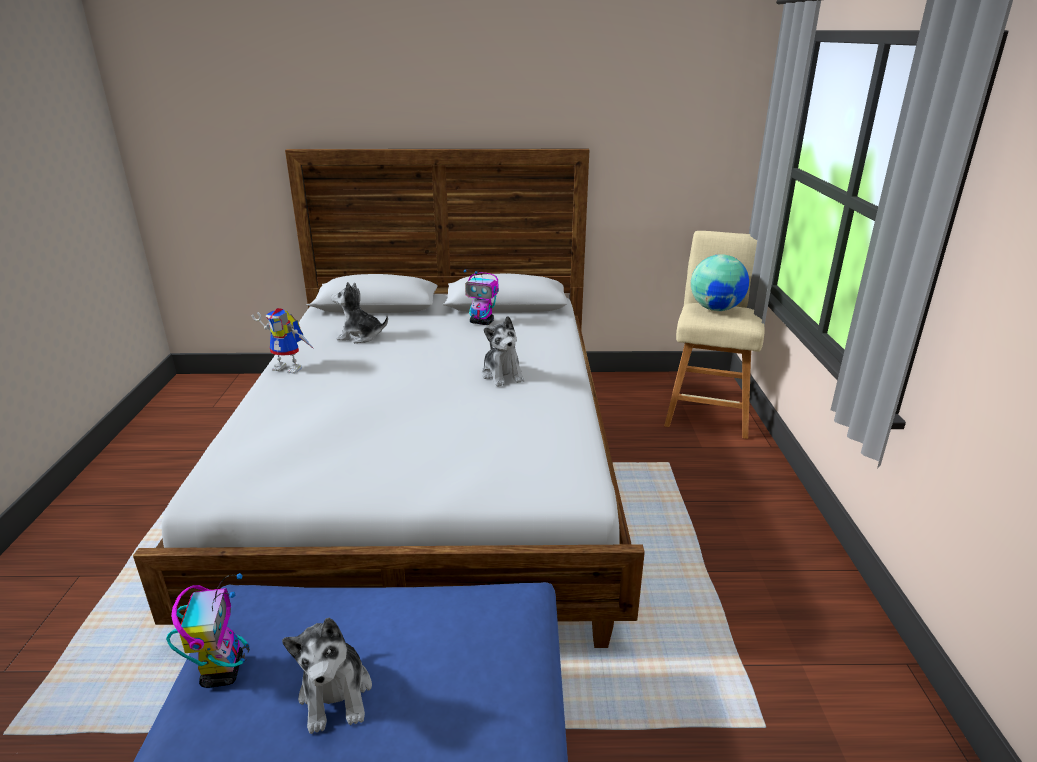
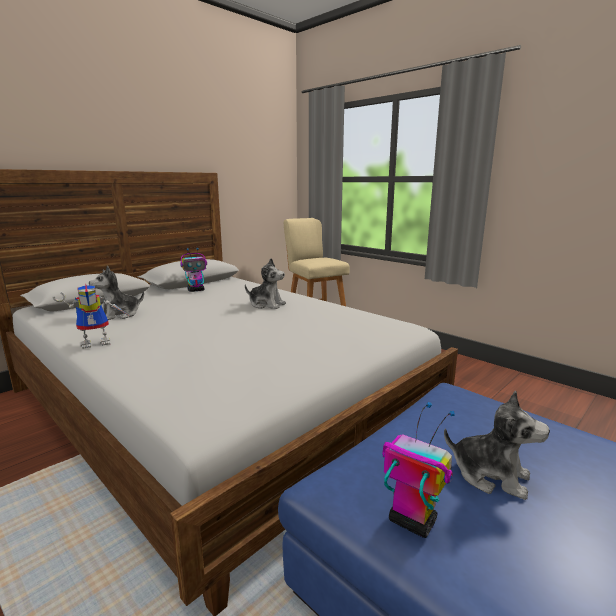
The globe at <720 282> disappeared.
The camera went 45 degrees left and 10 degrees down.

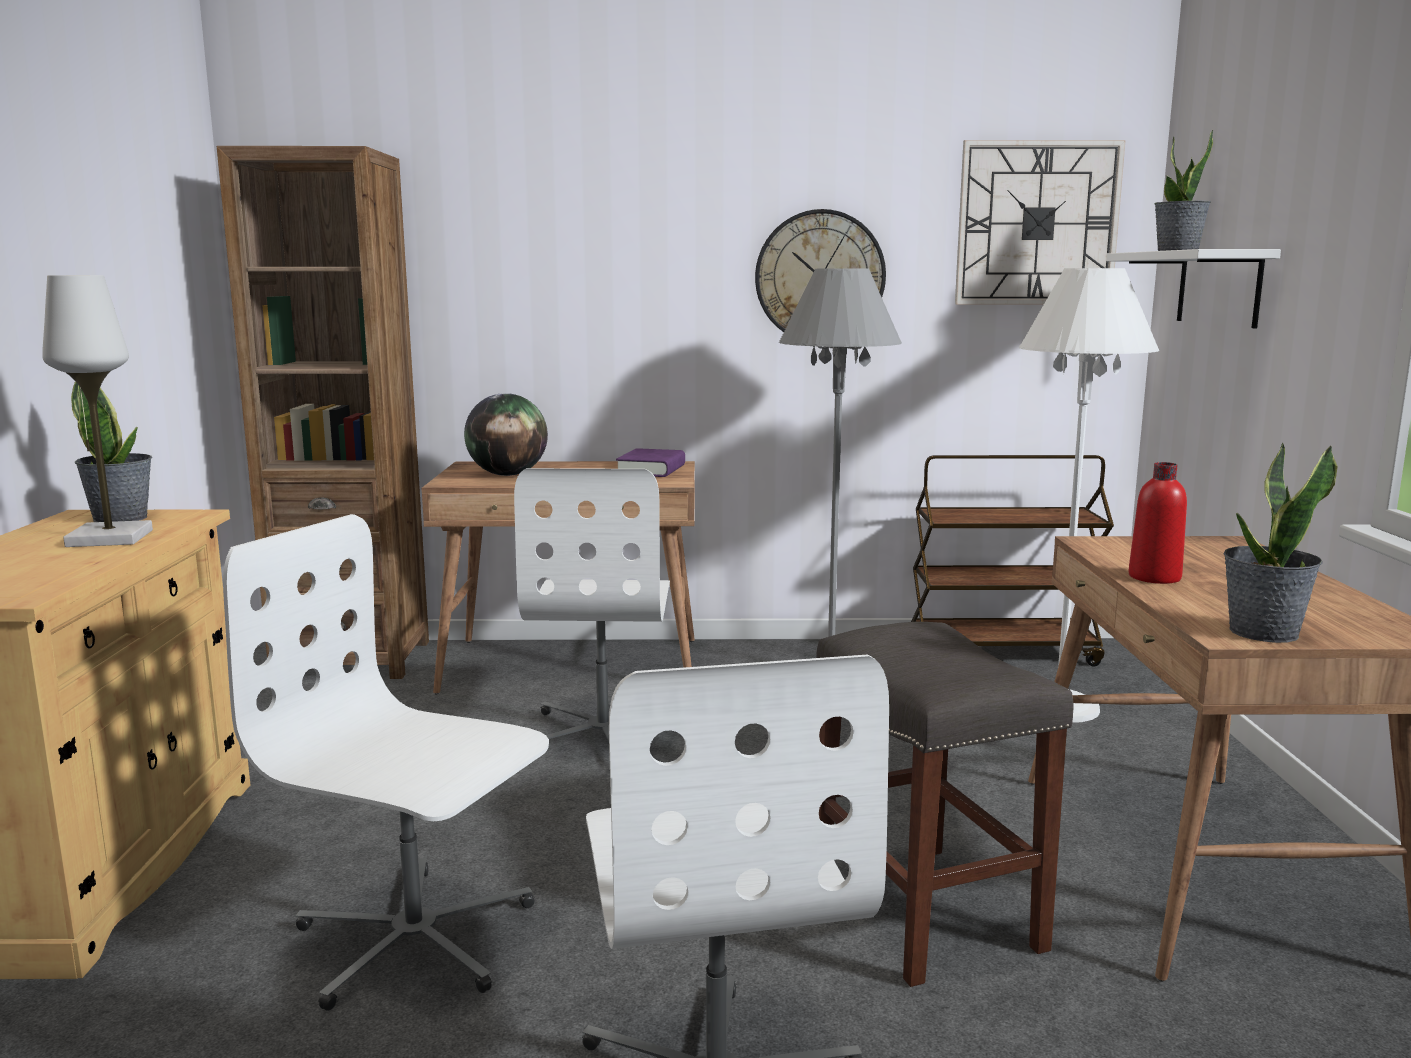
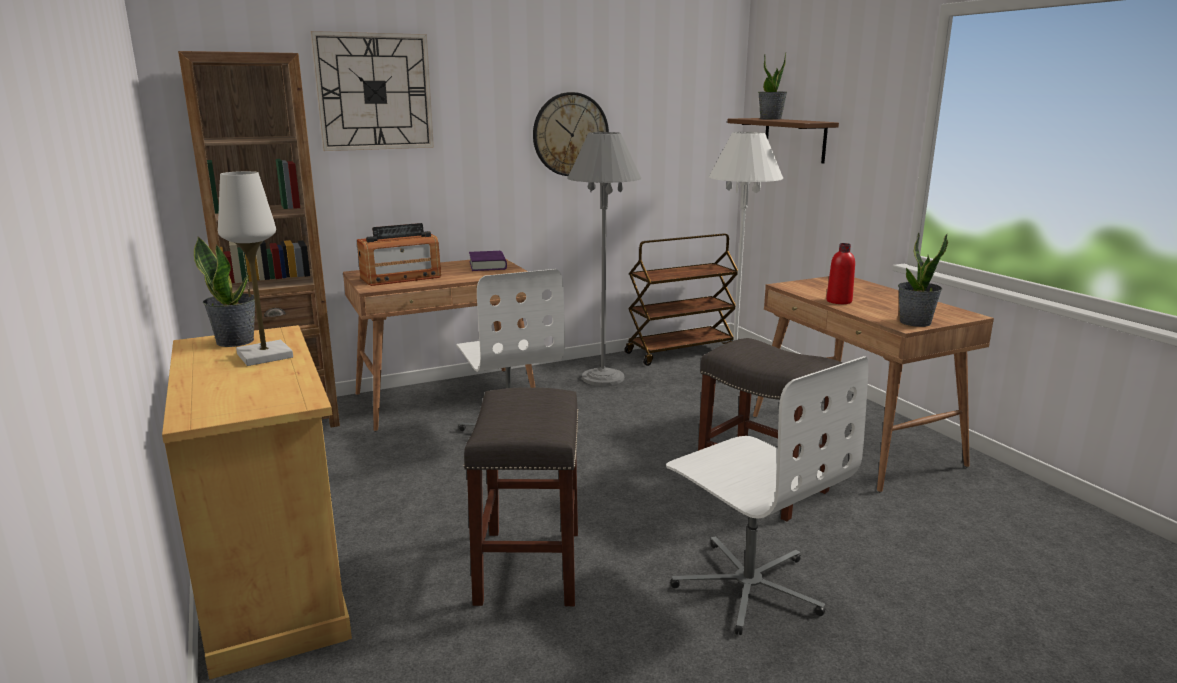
The wall clock moved from <1040 222> to <372 91>.
The white office chair at <386 762> was replaced by the grey stool at <520 497>.
The globe at <506 434> was replaced by the radio at <399 254>.
The white shelf at <1193 289> became the brown shelf at <783 141>.
The camera went 25 degrees left and 5 degrees up.

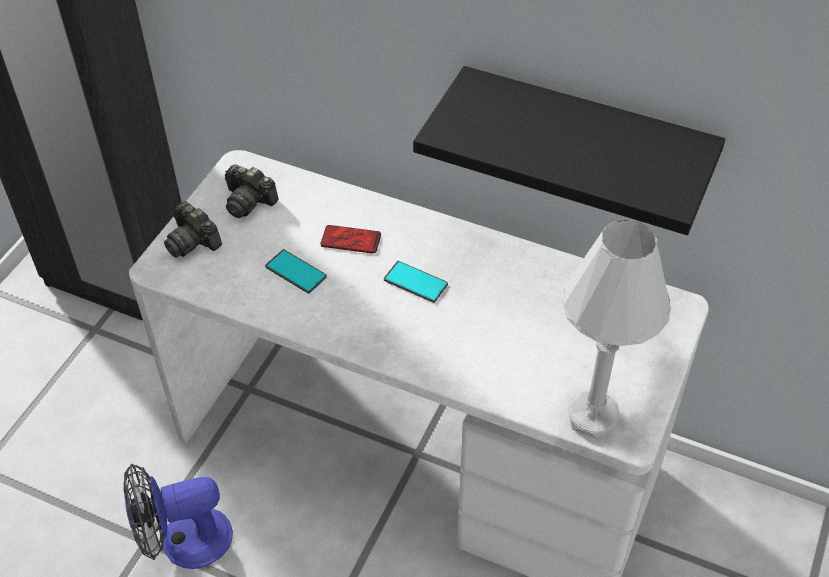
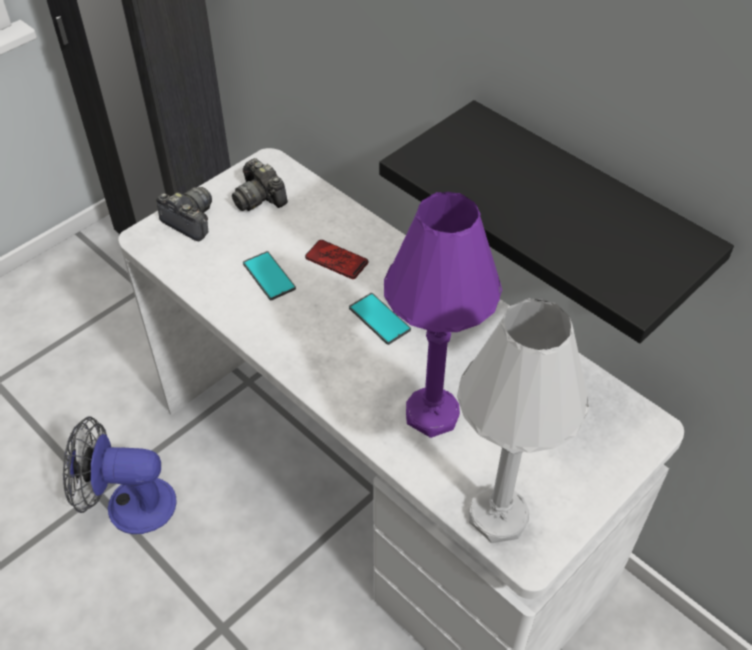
The purple table lamp at <443 315> appeared.
The photo camera at <193 229> turned 150 degrees clockwise.
The camera went 20 degrees right and 0 degrees up.

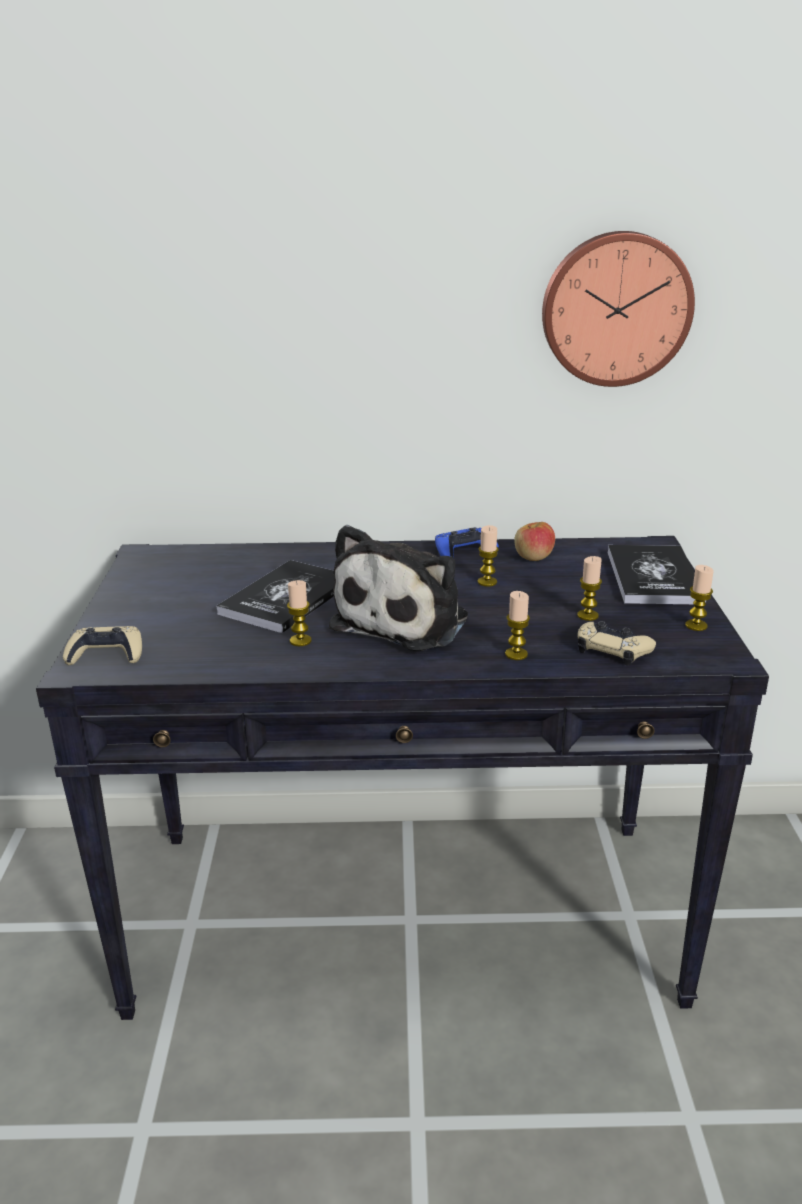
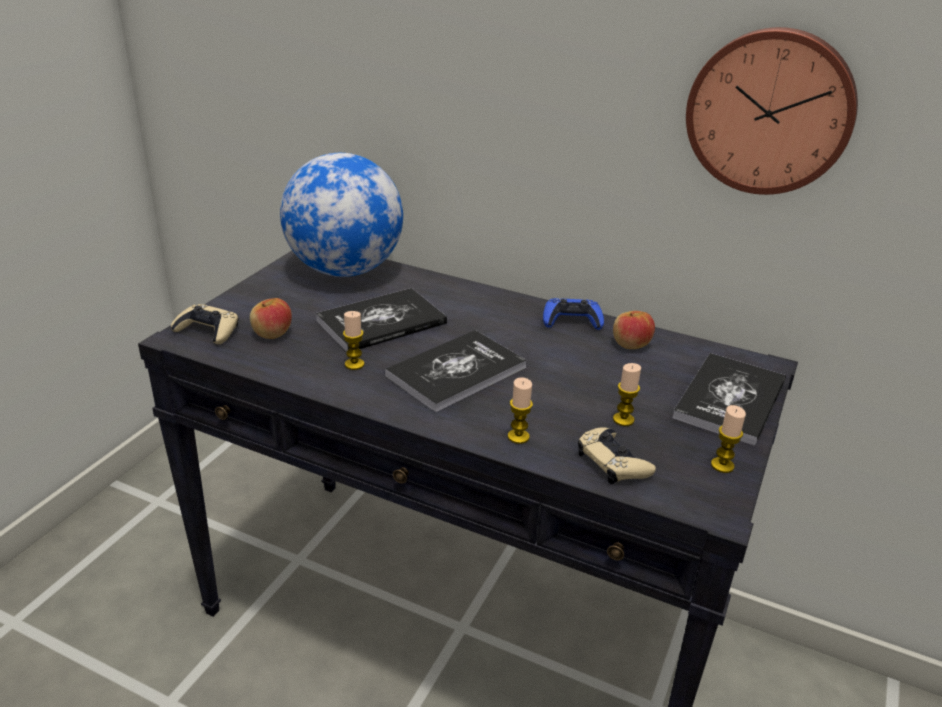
The candle at <488 556> disappeared.
The apple at <271 318> appeared.
The globe at <341 215> appeared.
The plush toy at <398 588> was replaced by the book at <456 371>.
The camera went 25 degrees right and 5 degrees up.

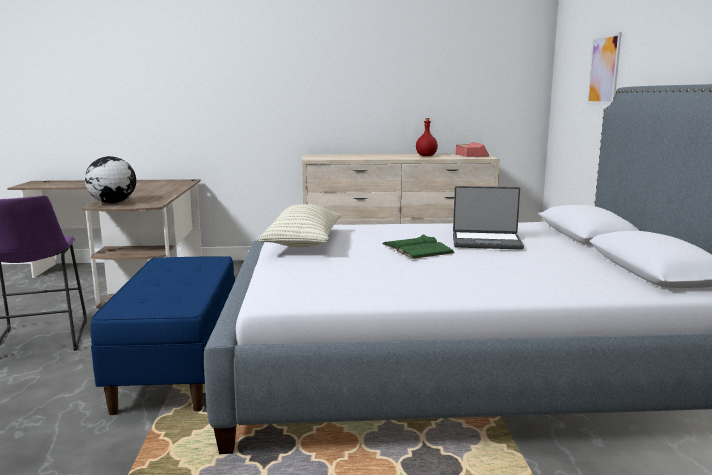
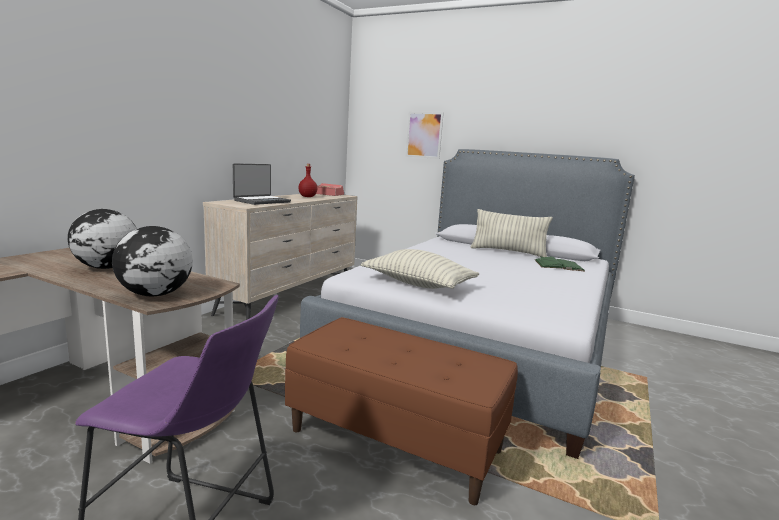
The globe at <102 239> appeared.
The pillow at <512 233> appeared.
The green book moved from <418 246> to <560 263>.
The laptop moved from <488 218> to <262 184>.
The blue bench at <162 335> became the brown bench at <401 411>.
The camera went 60 degrees left and 0 degrees up.

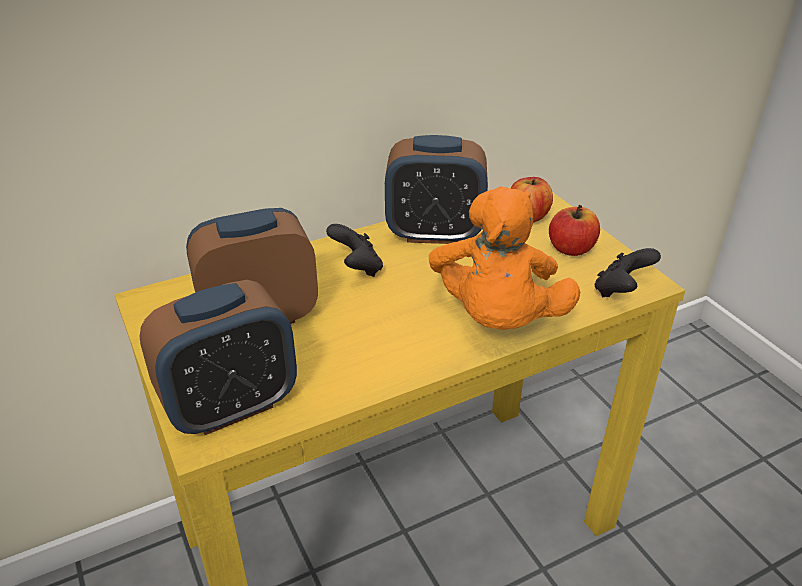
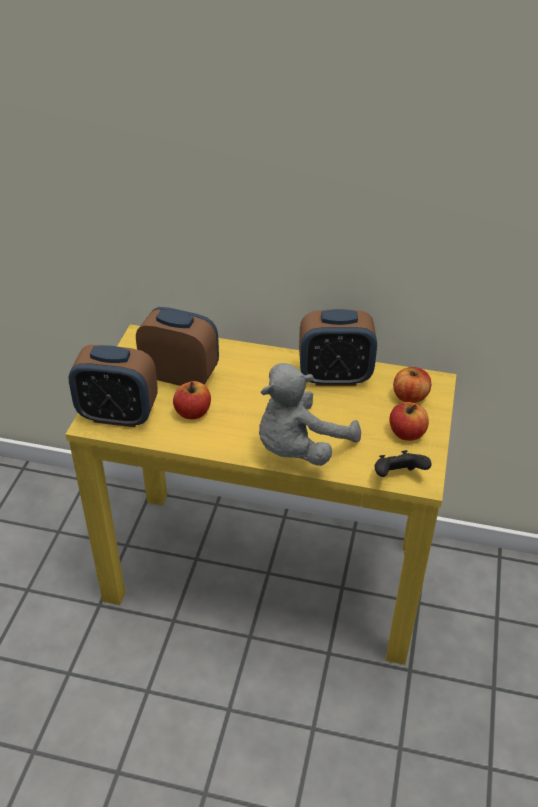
The black game controller at <354 250> disappeared.
The apple at <192 400> appeared.
The orange plush toy at <504 258> became the grey plush toy at <310 414>.
The alarm clock at <436 189> turned 45 degrees counterclockwise.
The camera went 40 degrees right and 5 degrees up.

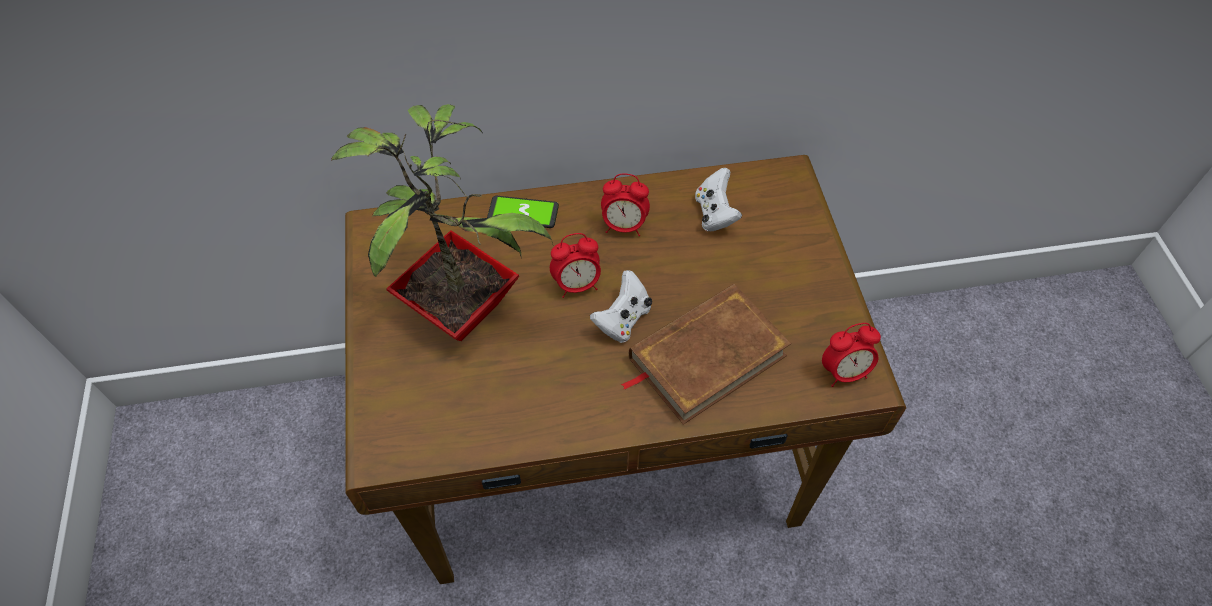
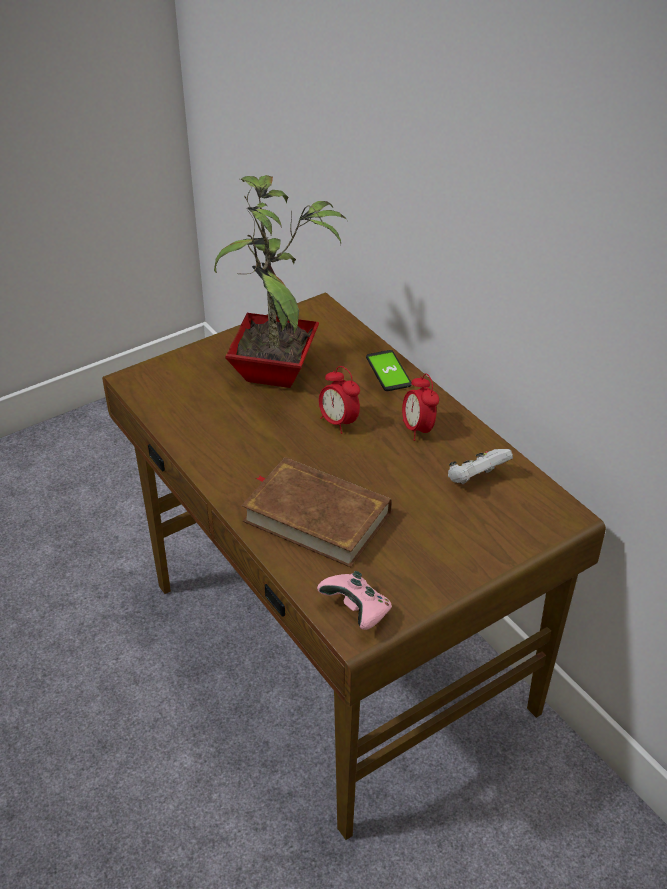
The white game controller at <621 306> disappeared.
The alarm clock at <851 355> was replaced by the pink game controller at <354 600>.
The camera went 65 degrees right and 15 degrees down.

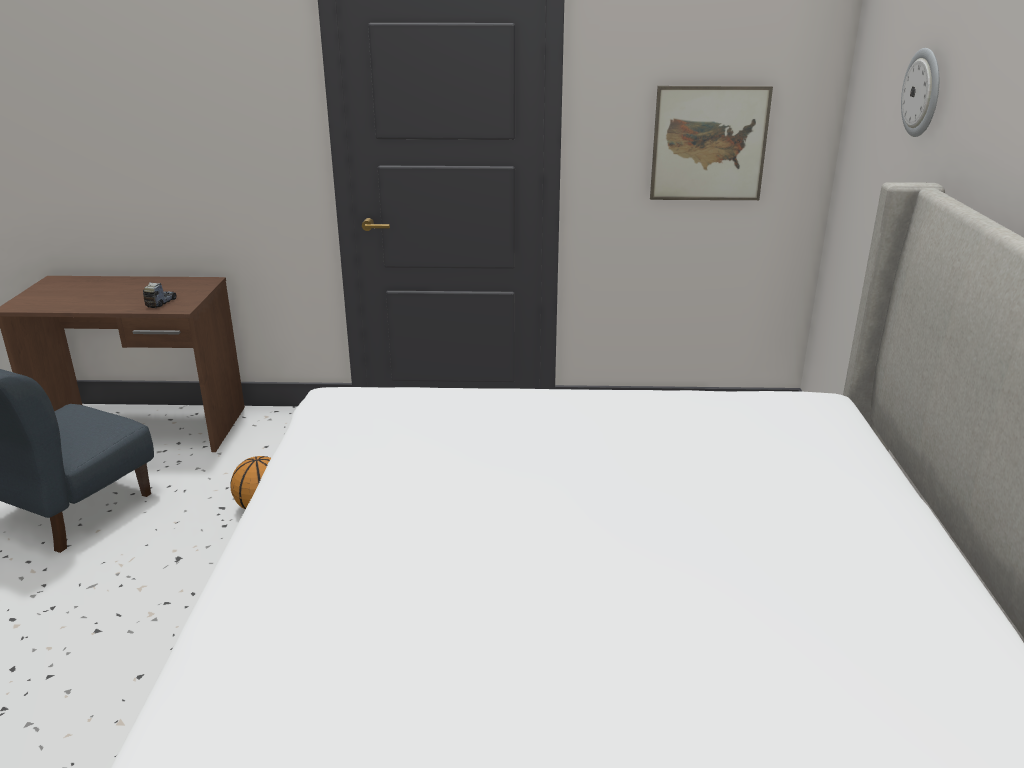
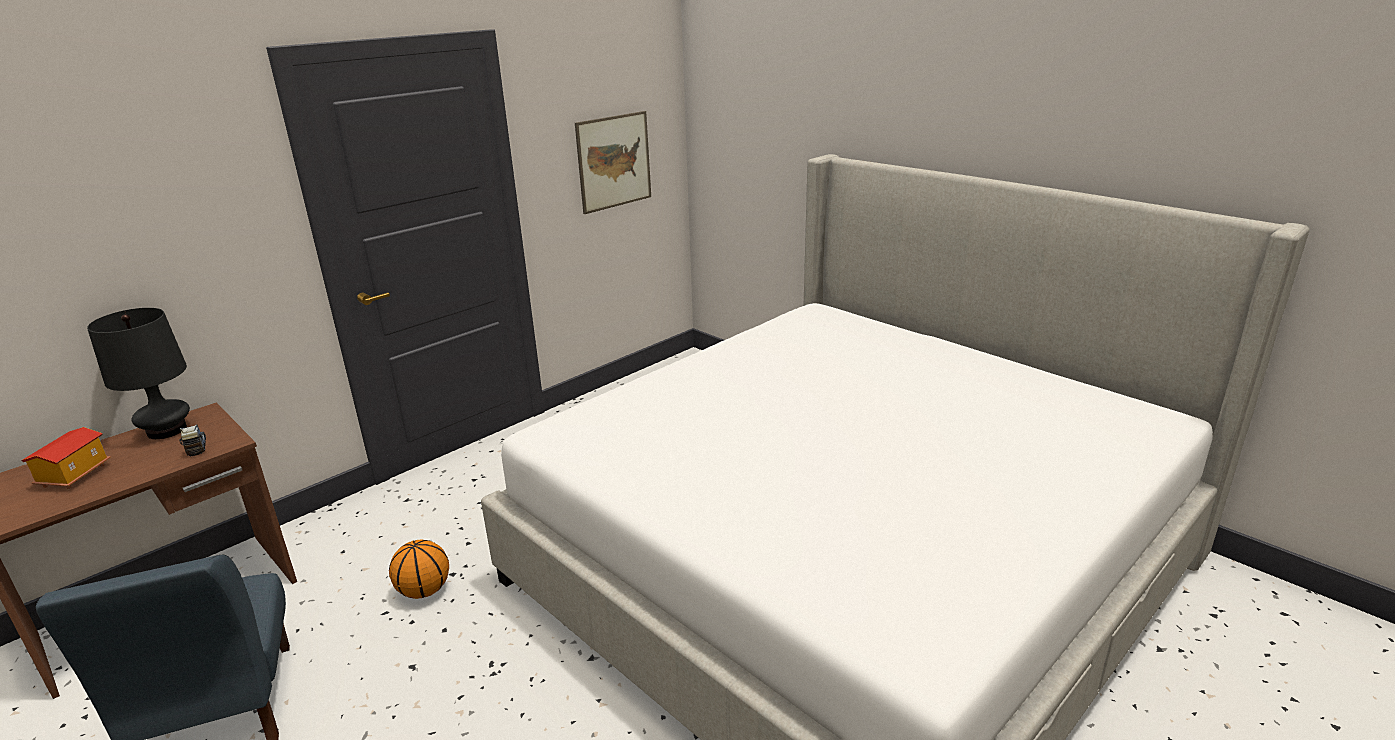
The wall clock at <920 92> disappeared.
The toy house at <66 458> appeared.
The black table lamp at <138 373> appeared.
The camera went 45 degrees left and 0 degrees up.

